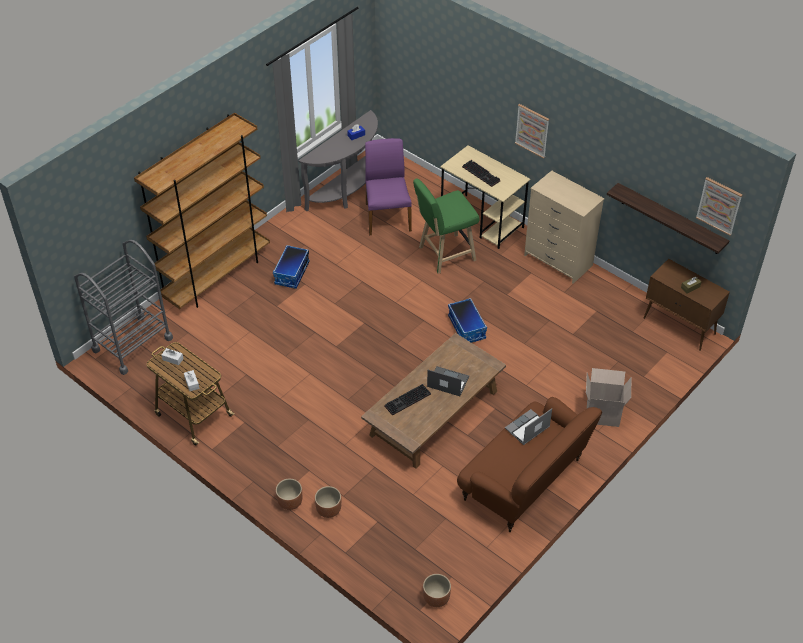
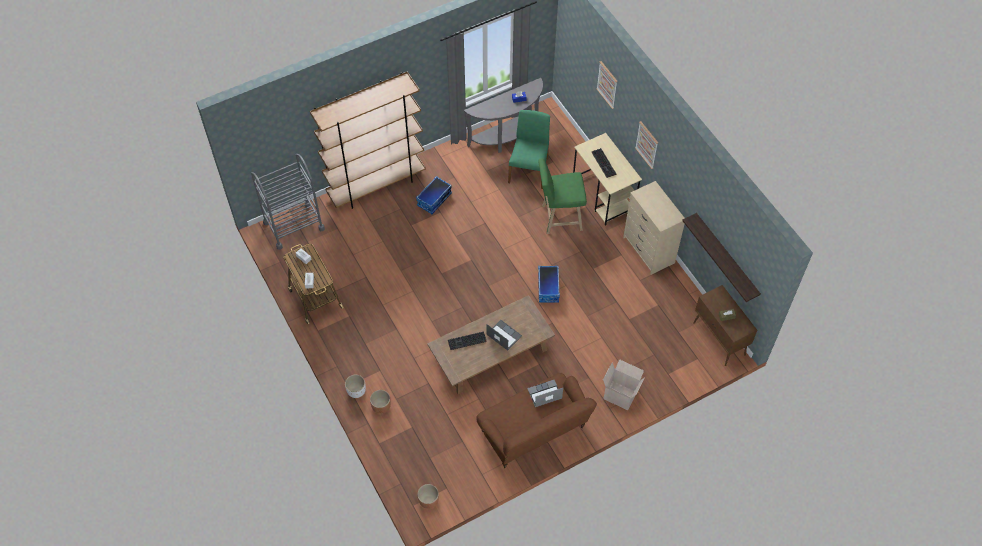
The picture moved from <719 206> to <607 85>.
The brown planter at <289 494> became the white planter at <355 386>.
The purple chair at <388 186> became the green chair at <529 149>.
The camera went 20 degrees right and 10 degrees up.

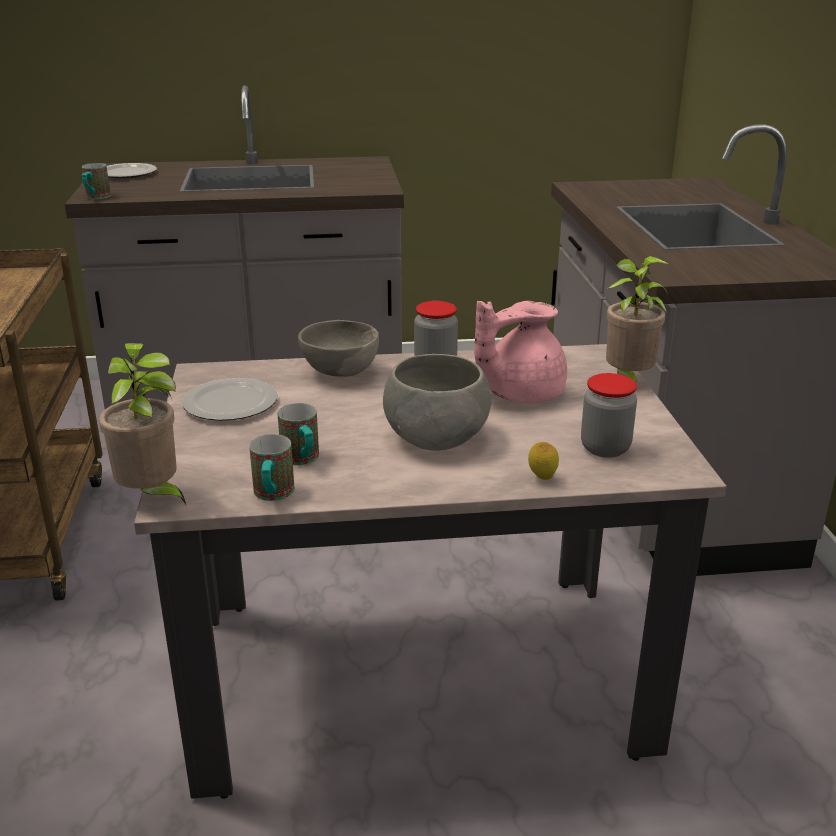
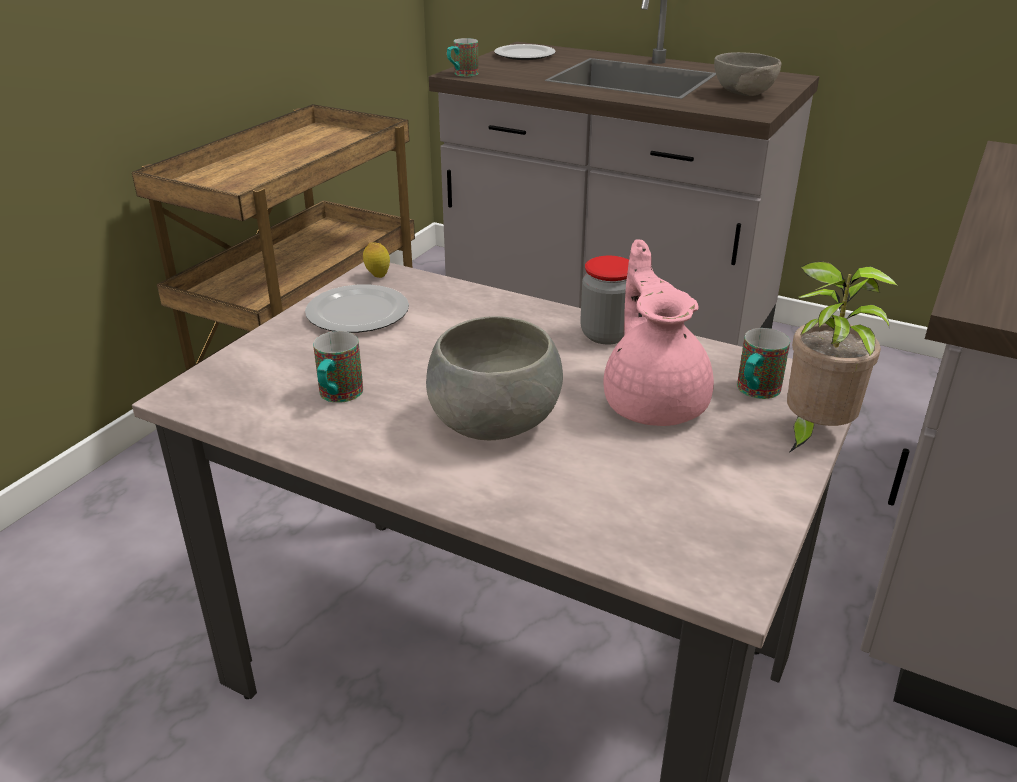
The potted plant at <142 424> disappeared.
The jar at <609 415> disappeared.
The mug moved from <271 467> to <763 363>.
The grey bowl moved from <338 348> to <747 74>.
The lemon moved from <543 461> to <376 260>.
The pink teapot at <520 352> turned 75 degrees clockwise.
The camera went 35 degrees right and 5 degrees up.

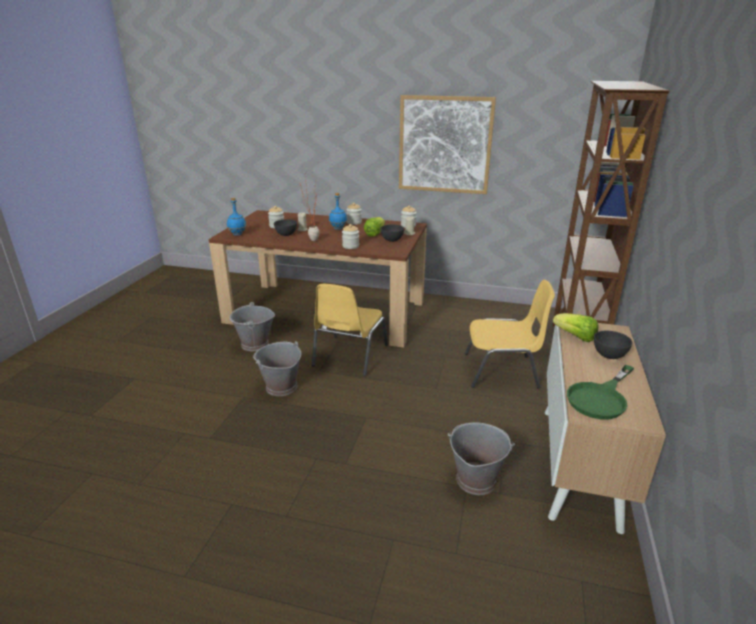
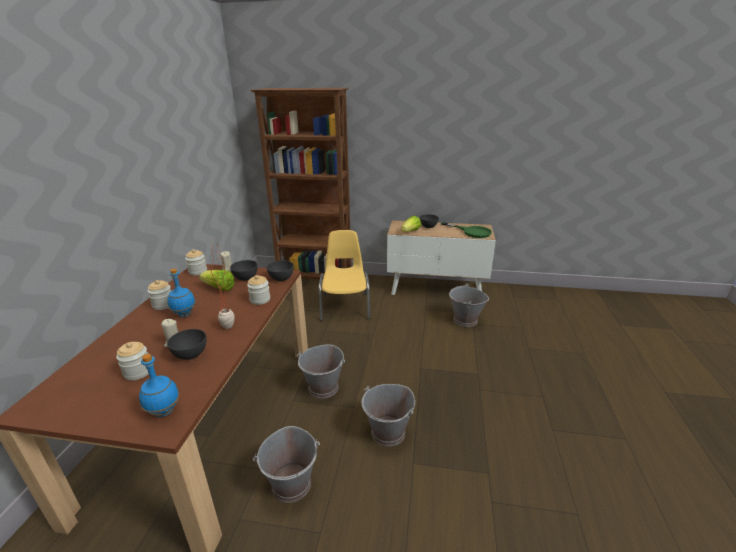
The picture at <447 144> disappeared.
The grey bowl at <280 271> appeared.
The yellow chair at <350 330> was replaced by the grey bucket at <321 372>.
The camera went 95 degrees left and 0 degrees up.

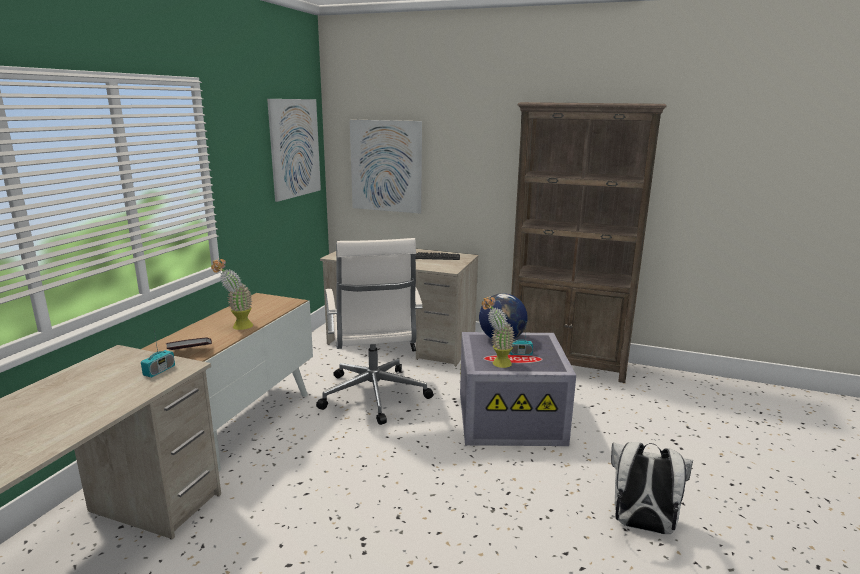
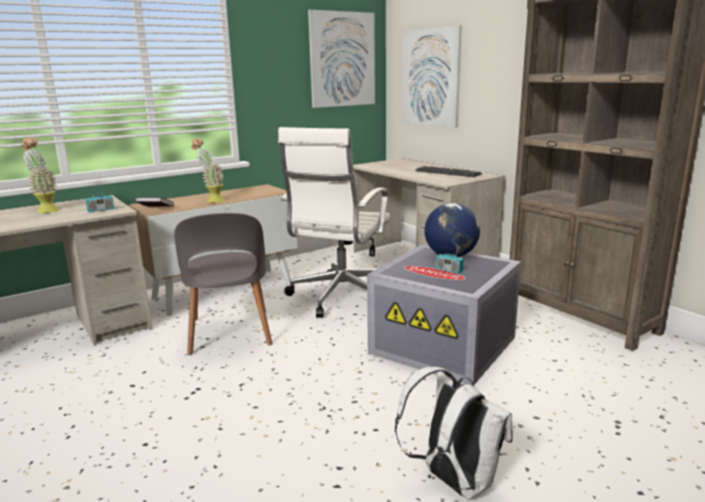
The grey chair at <223 284> appeared.
The potted plant moved from <498 332> to <40 175>.
The camera went 35 degrees right and 0 degrees up.

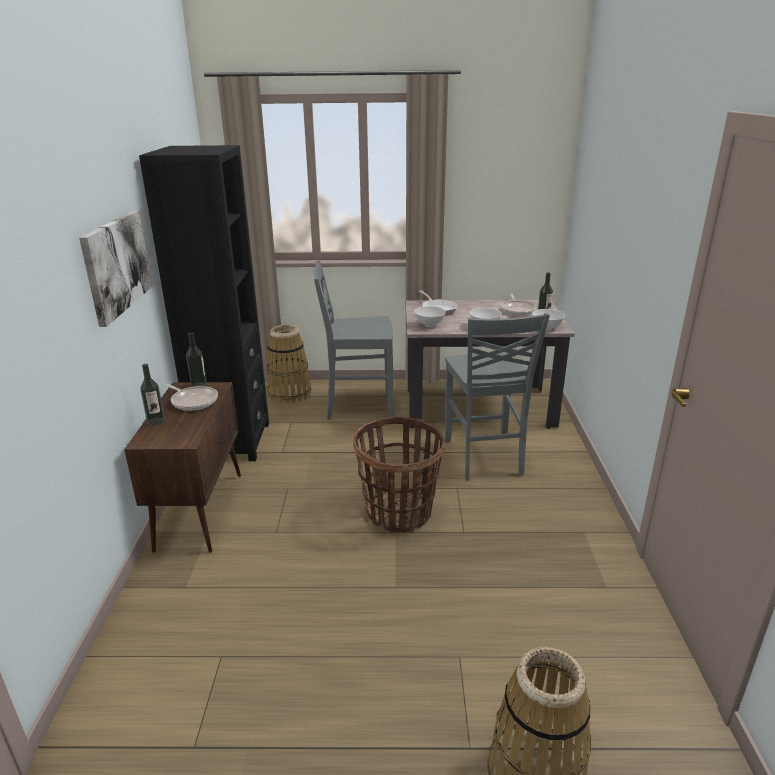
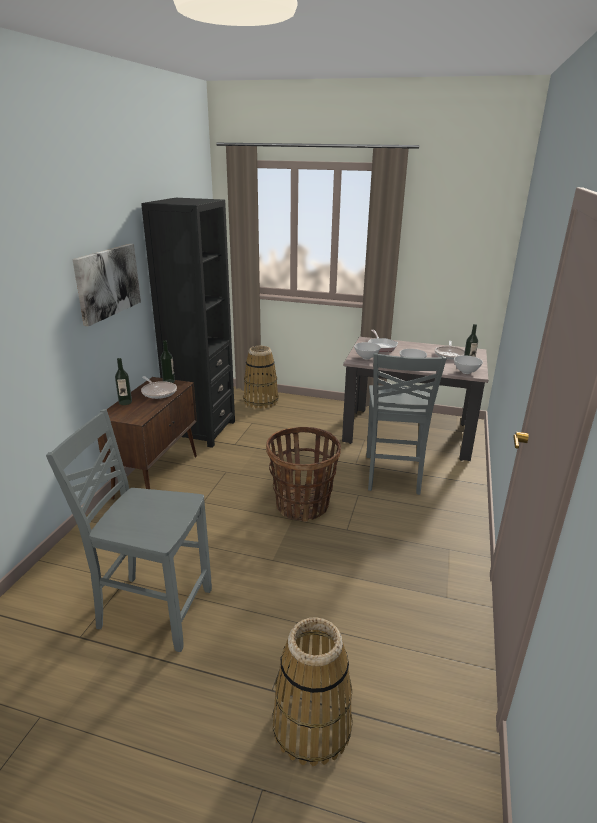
The grey chair moved from <354 340> to <129 530>.
The camera went 15 degrees right and 0 degrees up.

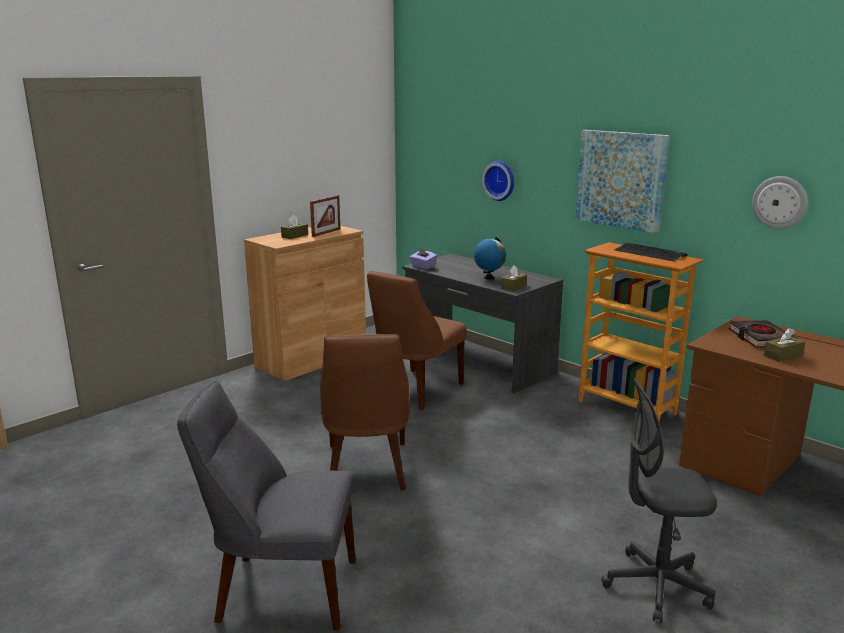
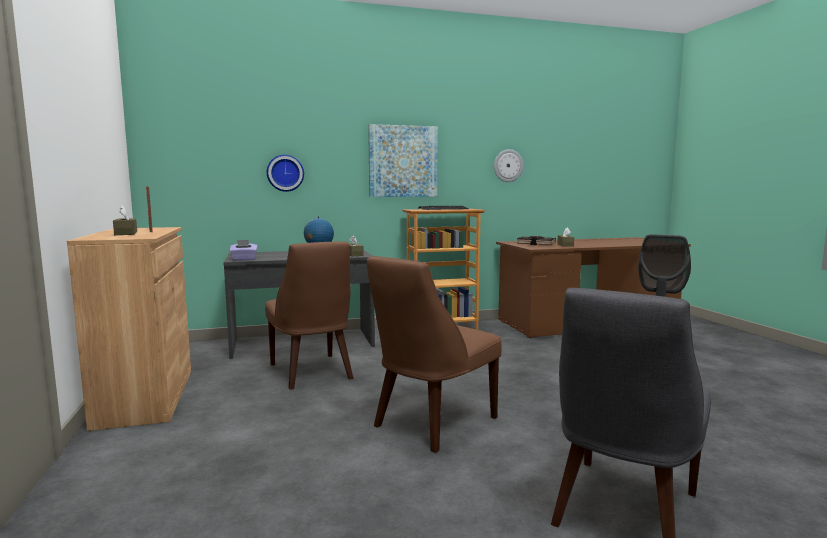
The brown chair at <365 412> turned 105 degrees clockwise.
The camera went 60 degrees left and 10 degrees down.

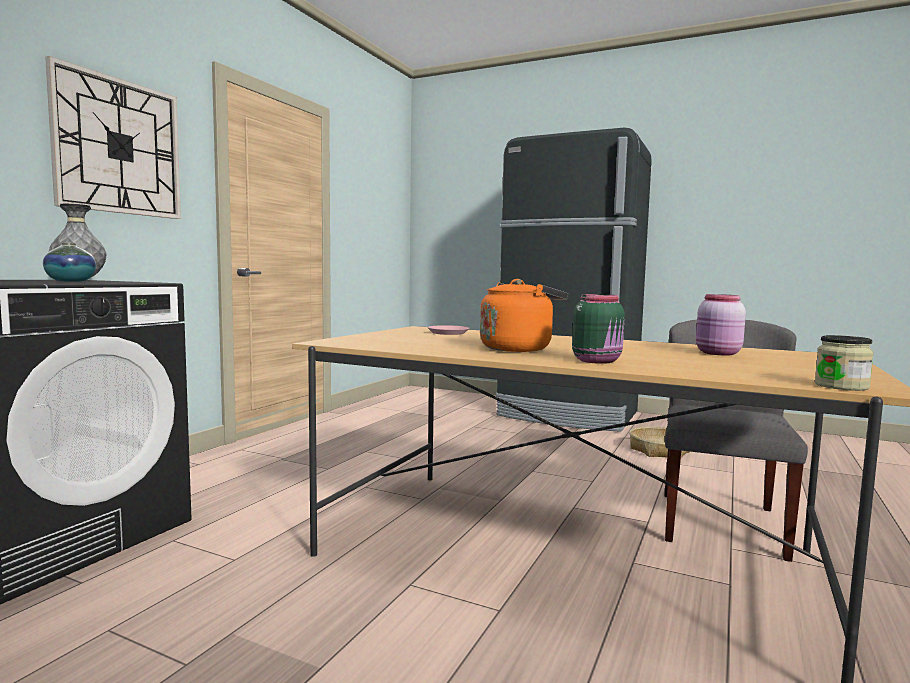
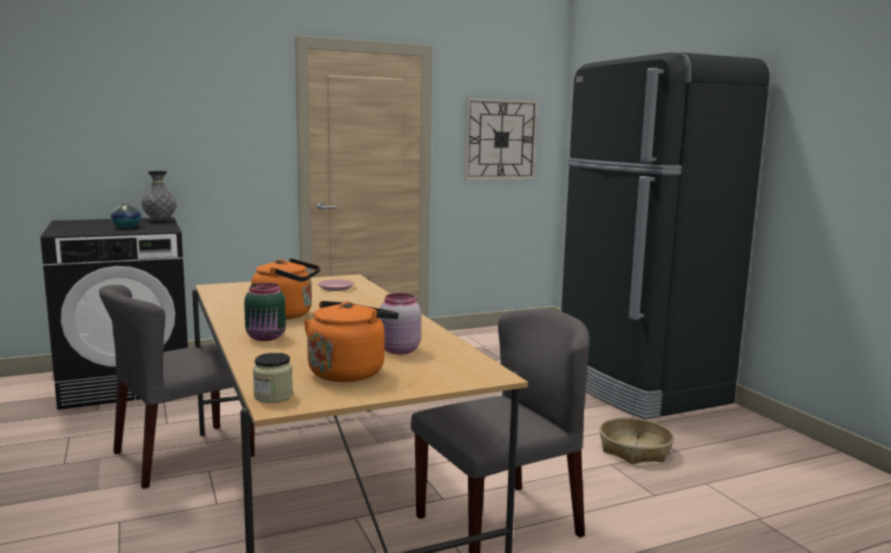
The grey chair at <176 387> appeared.
The orange kettle at <351 341> appeared.
The wall clock moved from <113 137> to <501 139>.
The camera went 40 degrees right and 5 degrees up.

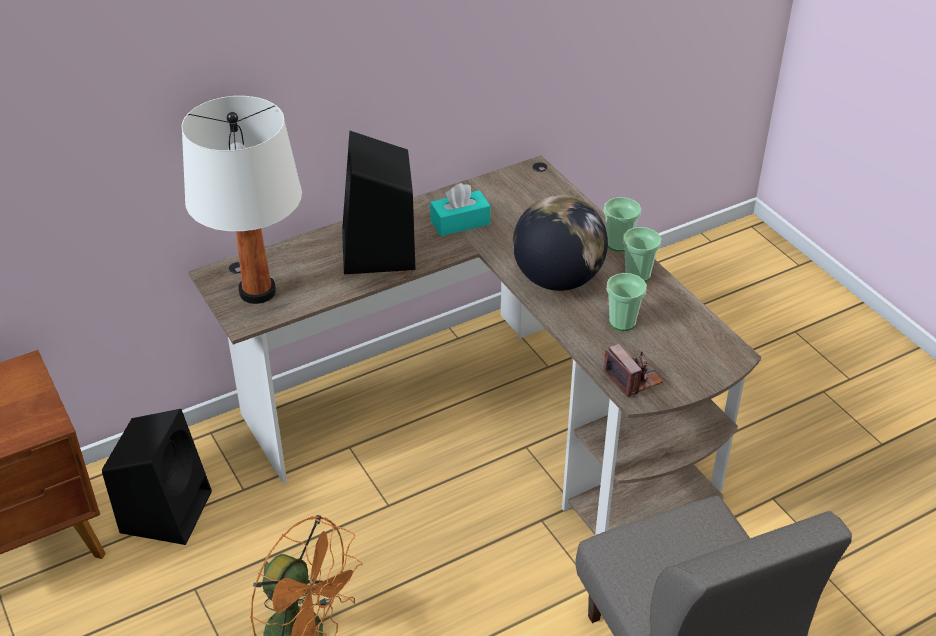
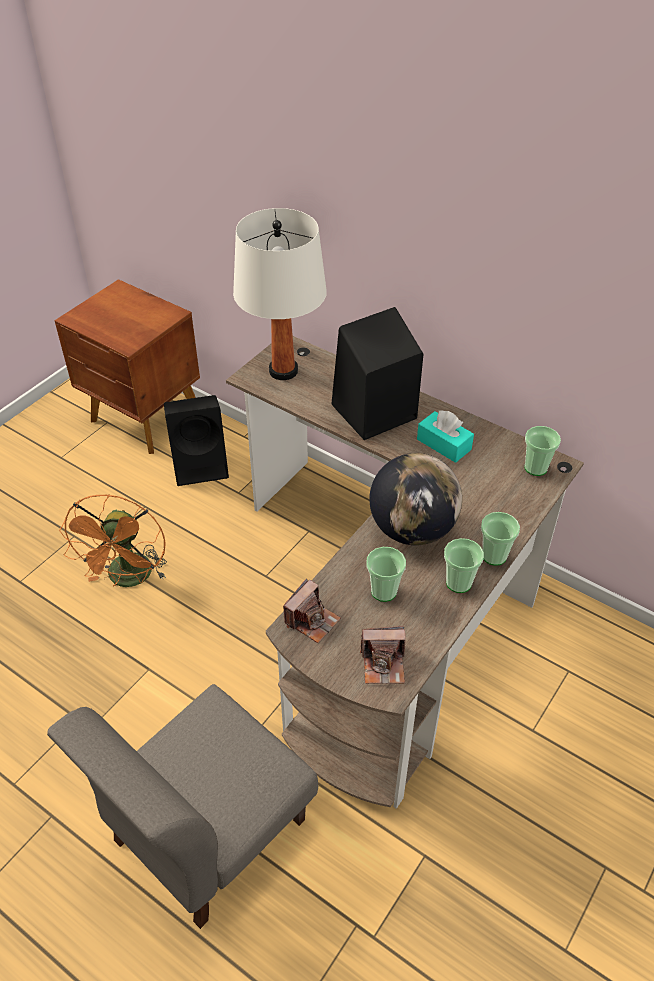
The photo camera at <383 655> appeared.
The cup at <542 451> appeared.
The camera went 65 degrees right and 5 degrees up.

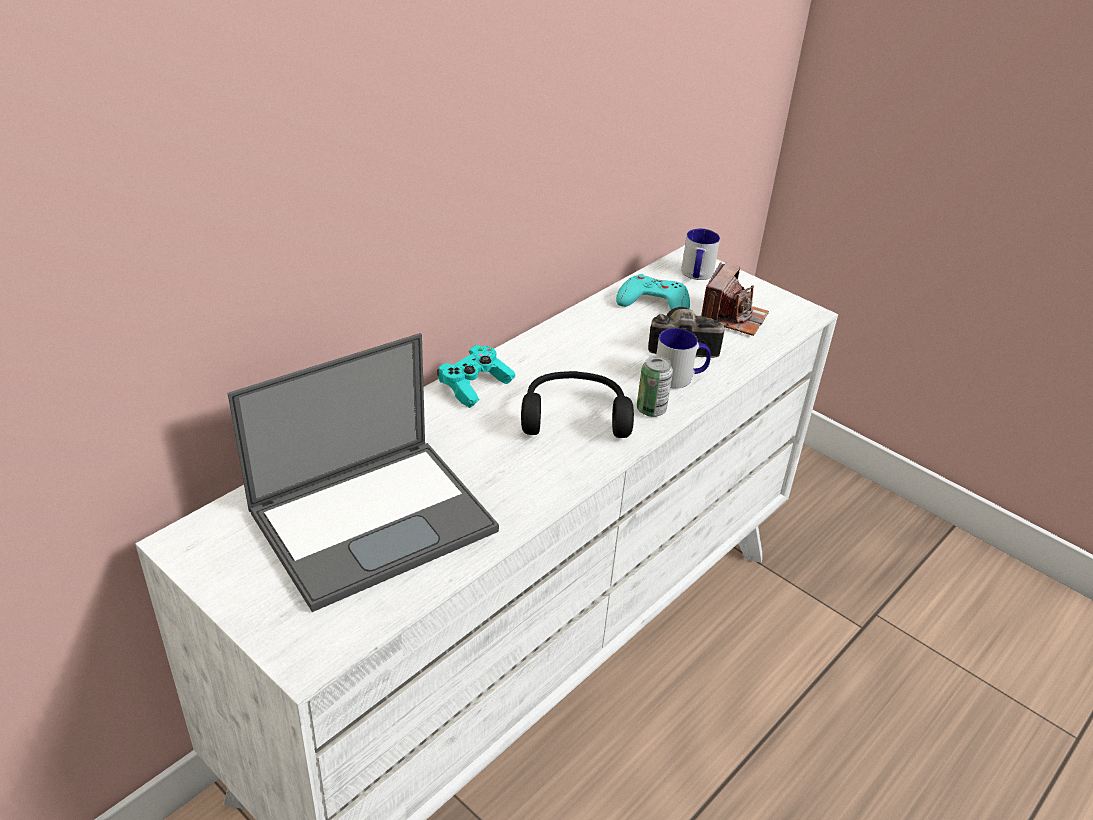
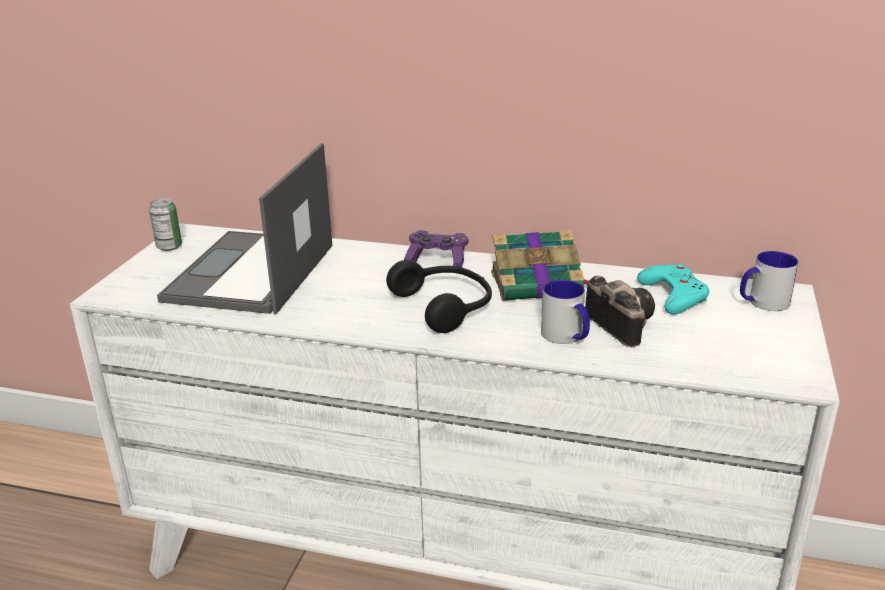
The photo camera at <735 299> disappeared.
The book at <540 265> appeared.
The can moved from <655 386> to <165 224>.
The turquoise game controller at <476 376> became the purple game controller at <436 248>.
The laptop at <363 472> turned 75 degrees clockwise.
The camera went 65 degrees right and 10 degrees down.

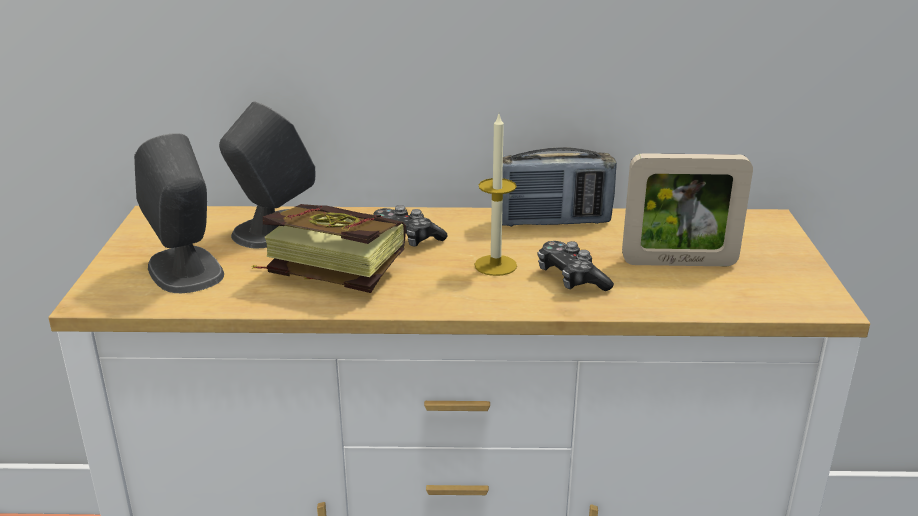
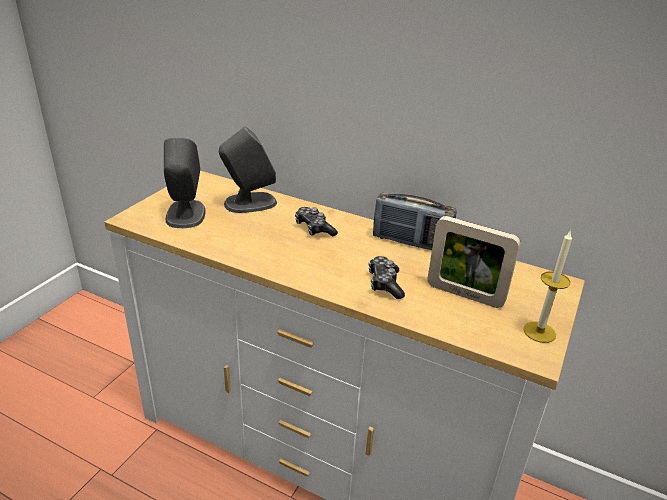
The book at <328 248> disappeared.
The candle moved from <496 195> to <547 286>.
The camera went 25 degrees right and 5 degrees up.

